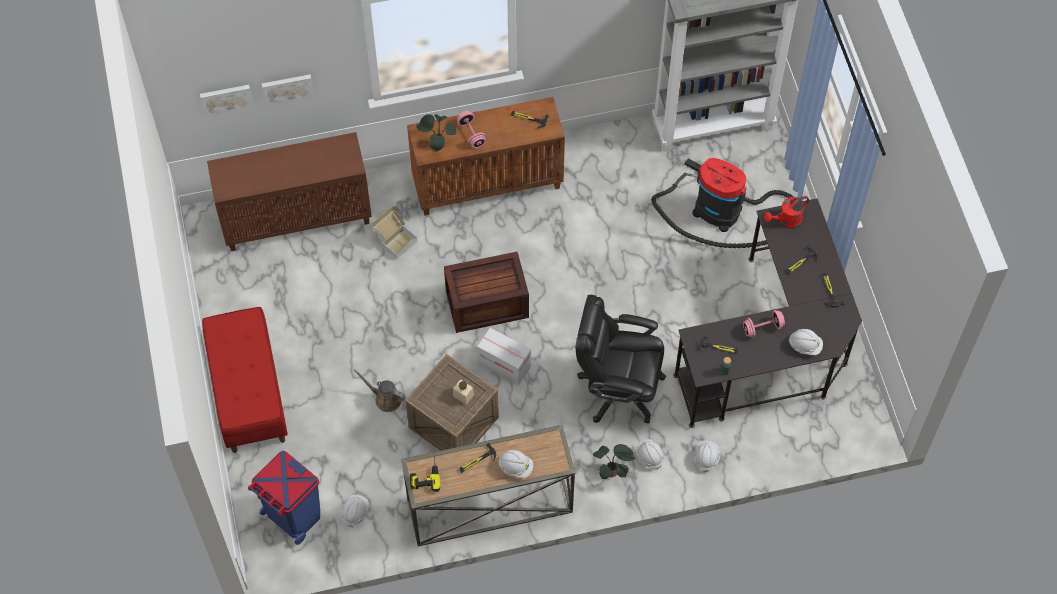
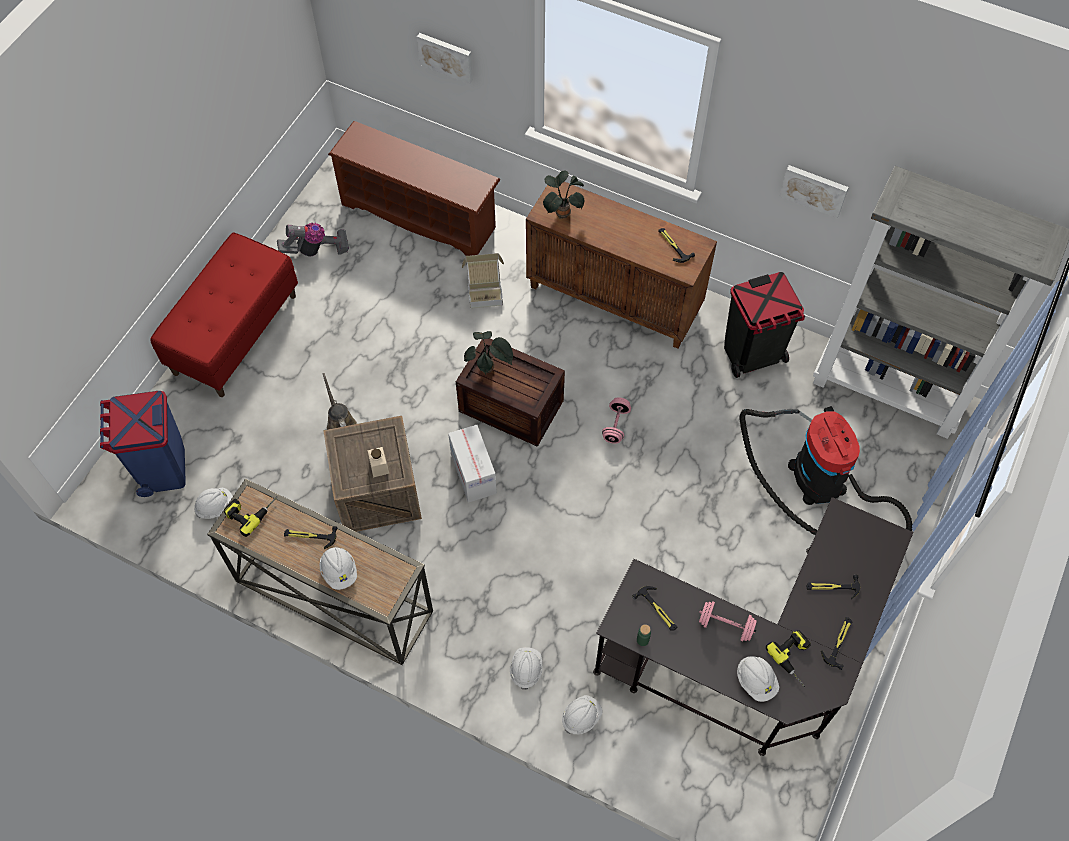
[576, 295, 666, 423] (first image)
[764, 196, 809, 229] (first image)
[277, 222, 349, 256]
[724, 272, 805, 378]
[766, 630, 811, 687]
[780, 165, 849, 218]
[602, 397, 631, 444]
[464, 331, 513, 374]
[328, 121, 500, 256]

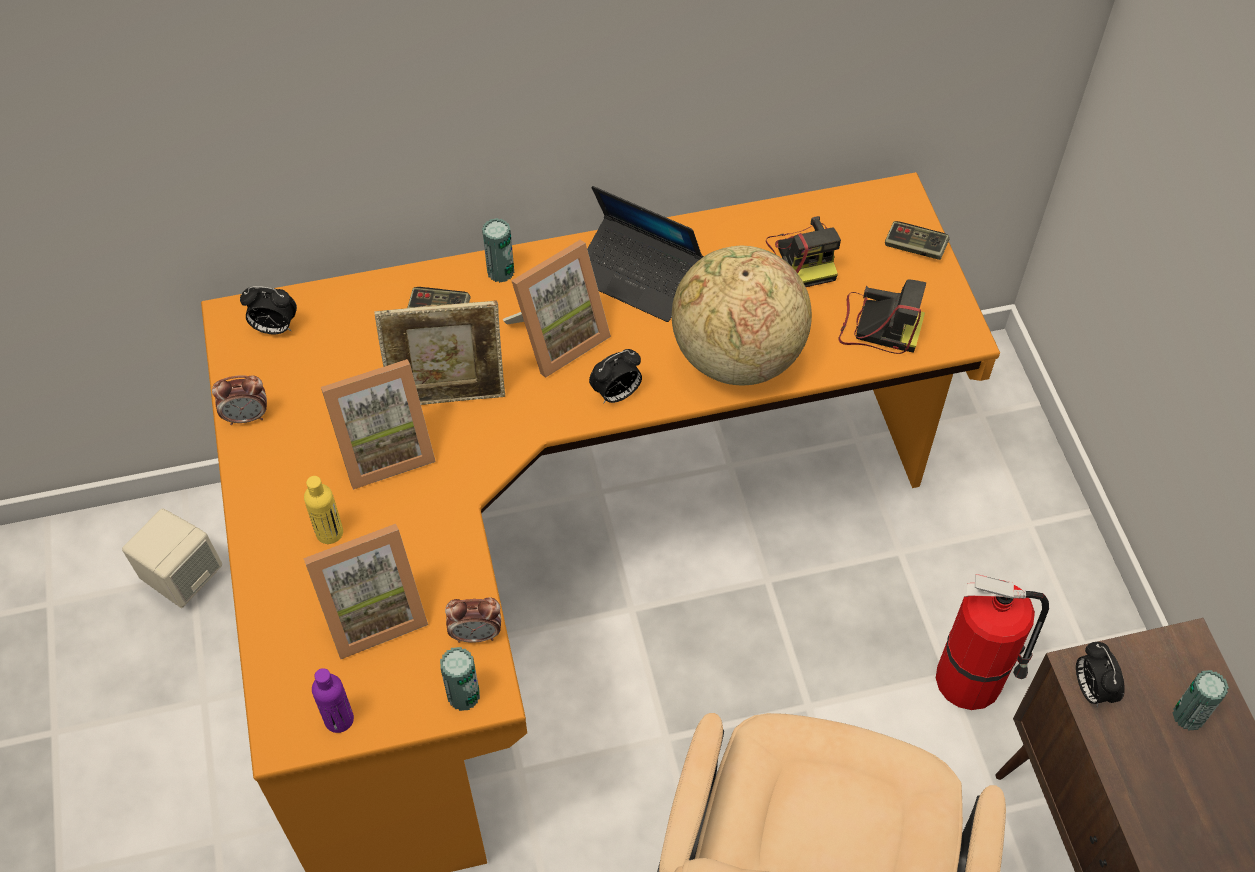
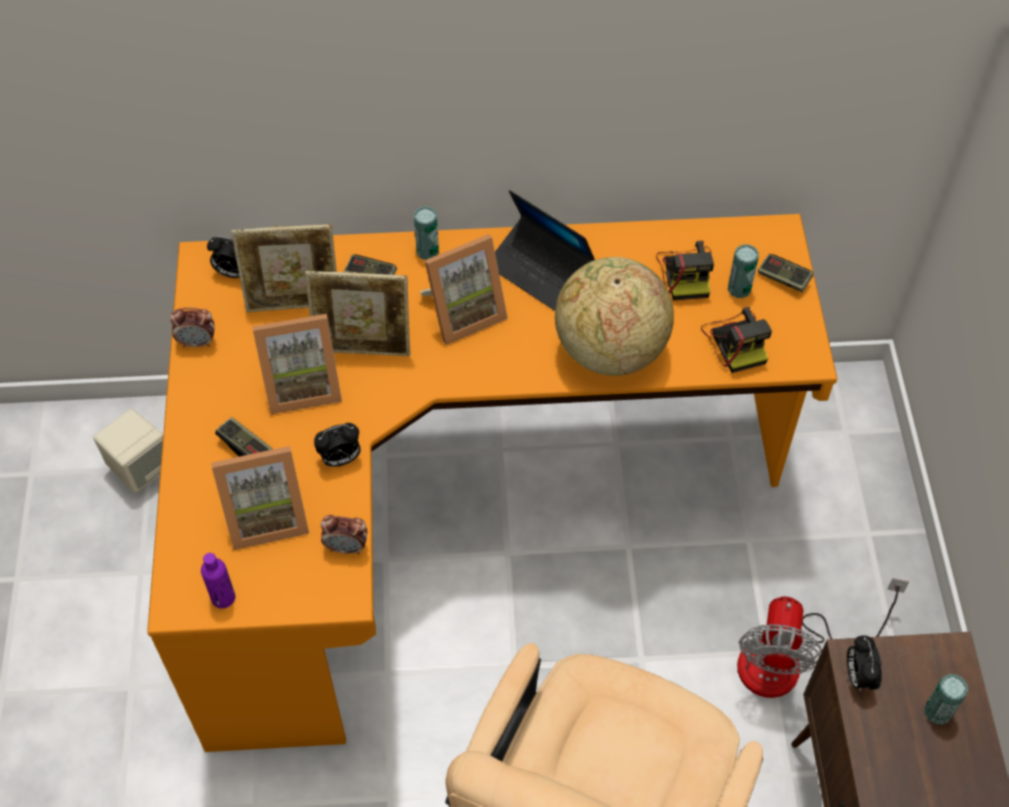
[232, 224, 337, 312]
[728, 244, 759, 298]
[314, 423, 361, 467]
[215, 417, 272, 457]
[737, 578, 909, 698]
[701, 307, 772, 373]

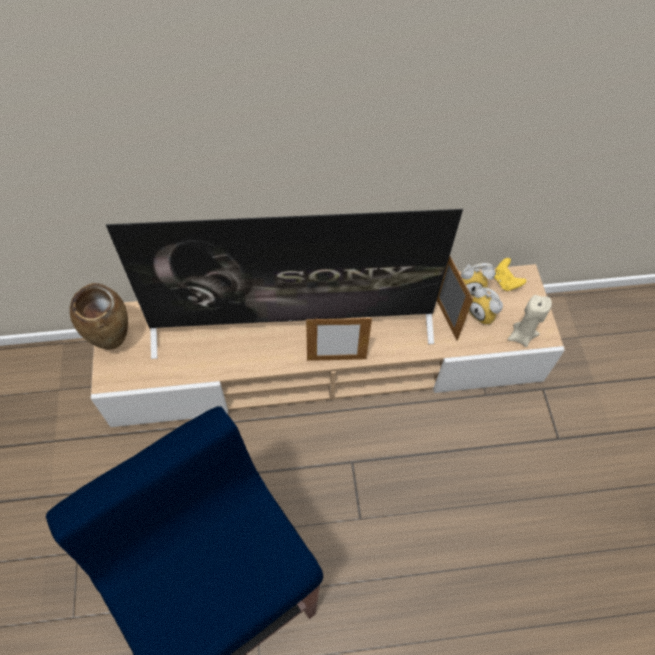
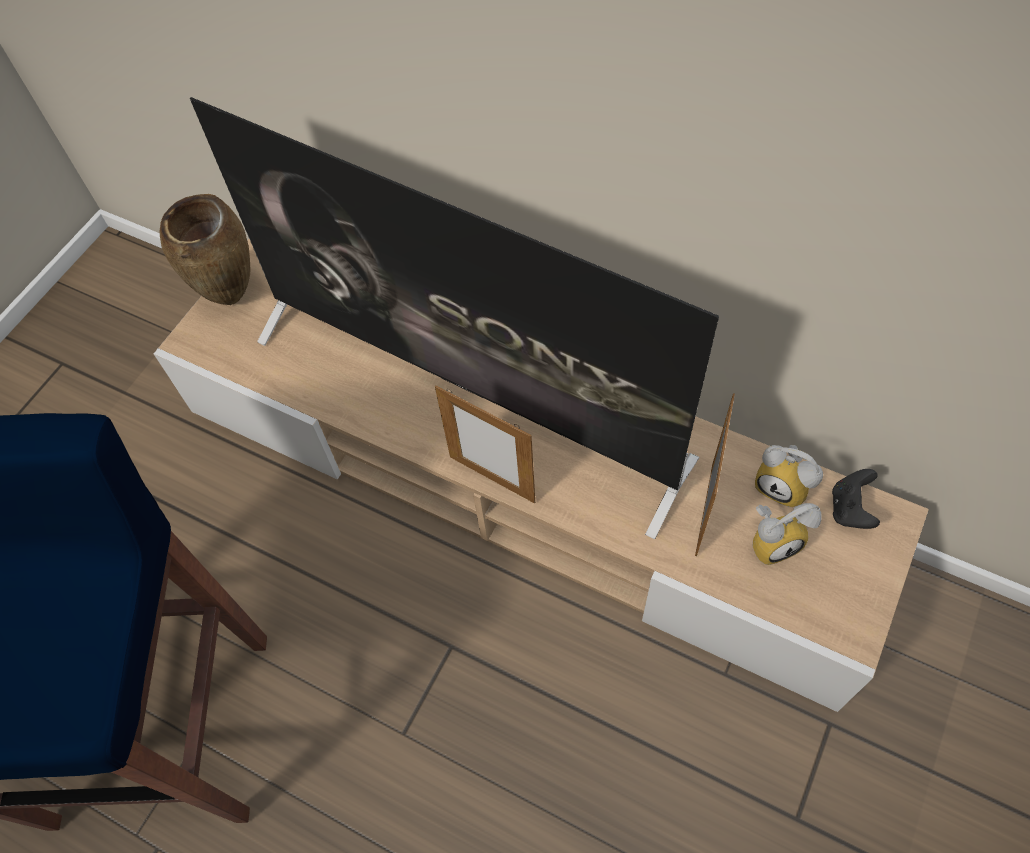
[508, 295, 552, 347] (first image)
[832, 469, 880, 529]
[753, 503, 822, 565]

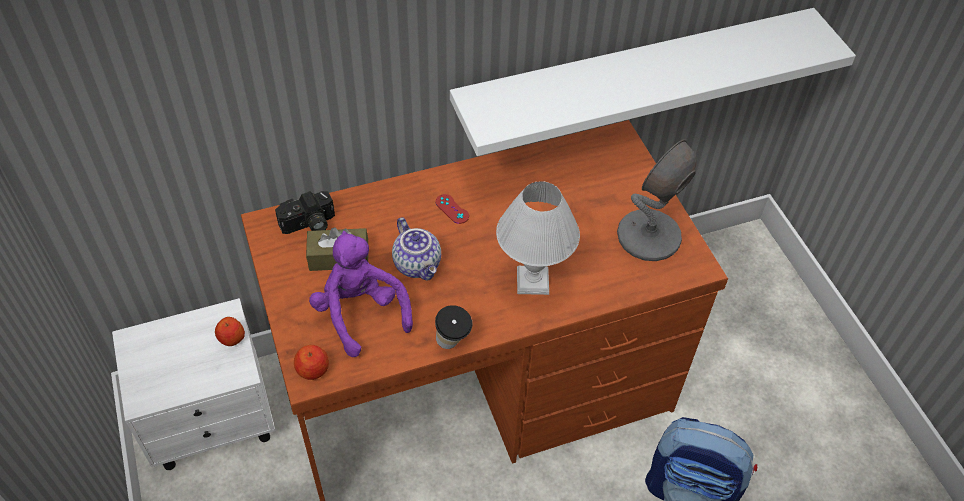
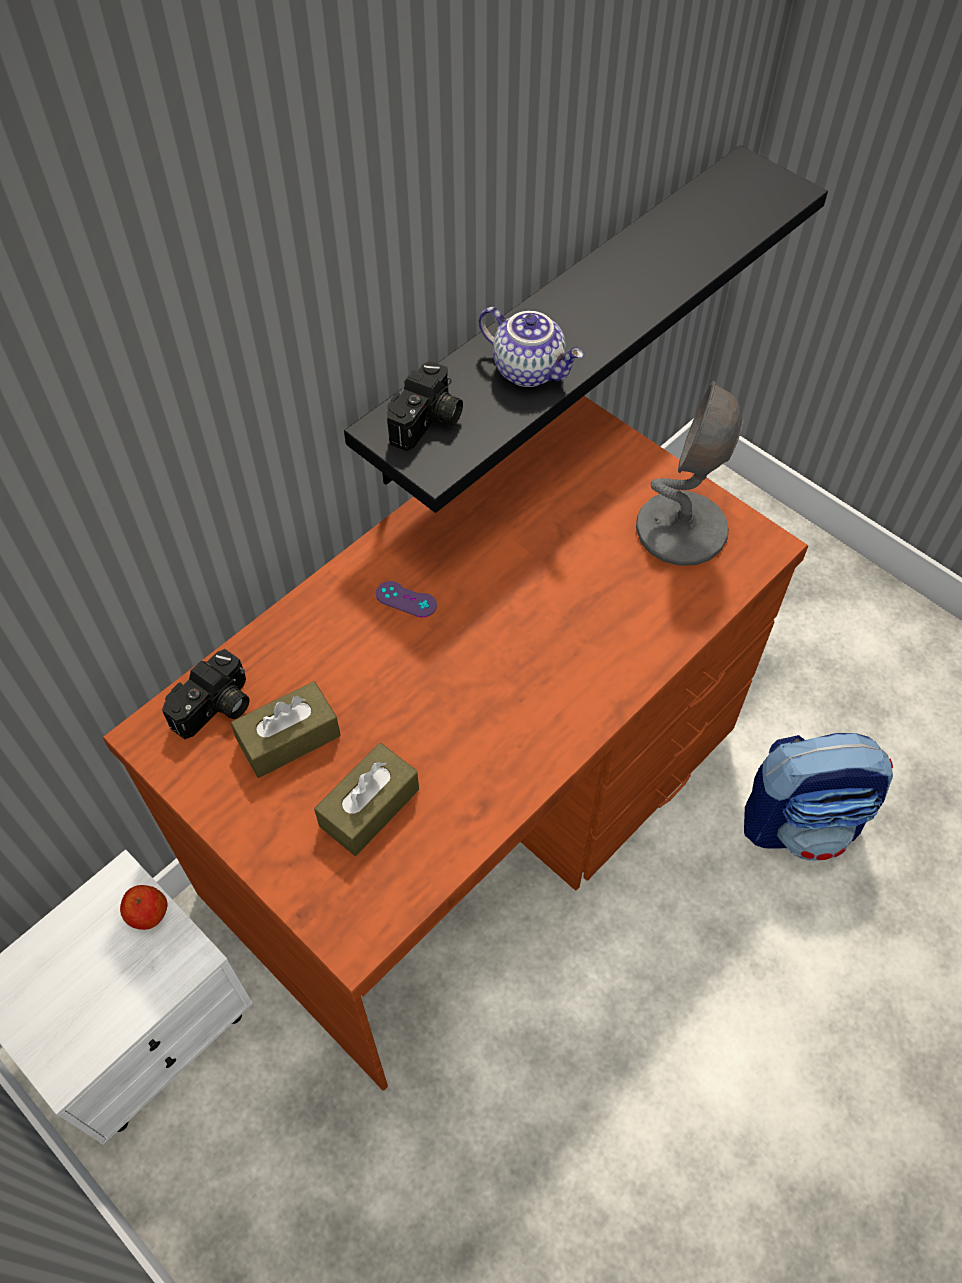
[294, 345, 329, 380] (first image)
[435, 305, 472, 349] (first image)
[496, 181, 580, 295] (first image)
[387, 361, 463, 451]
[479, 307, 583, 387]
[314, 743, 419, 856]
[376, 581, 437, 617]
[344, 145, 828, 513]

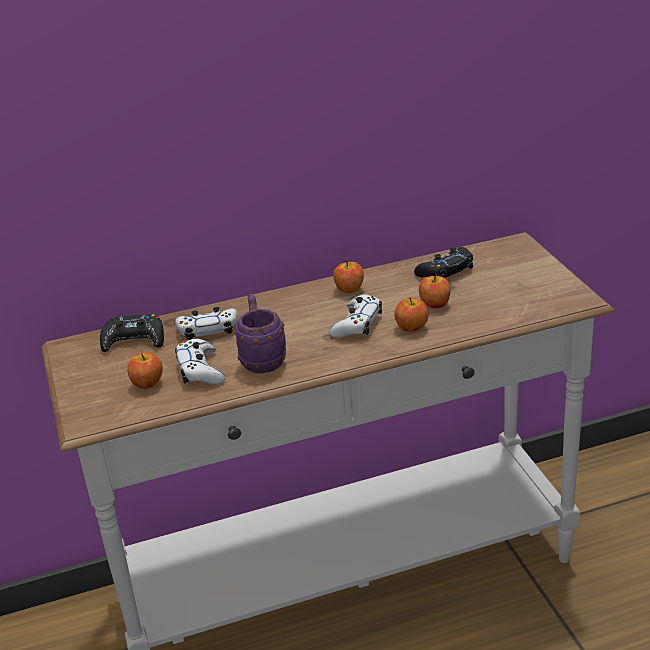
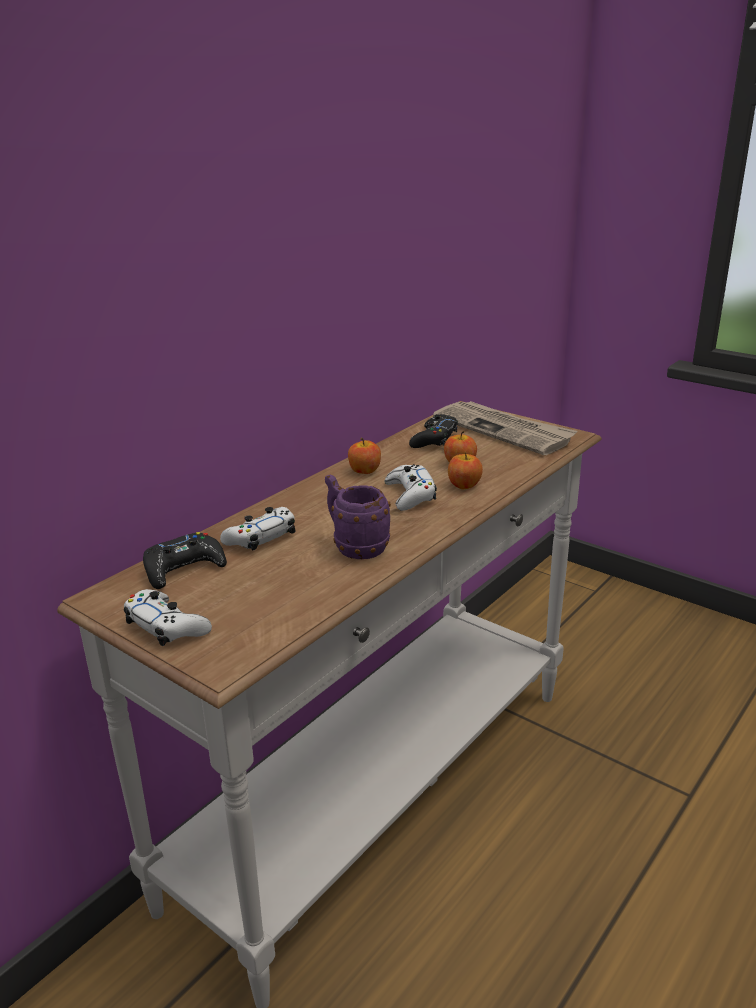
[127, 352, 163, 389] (first image)
[433, 401, 578, 455]
[124, 589, 212, 646]

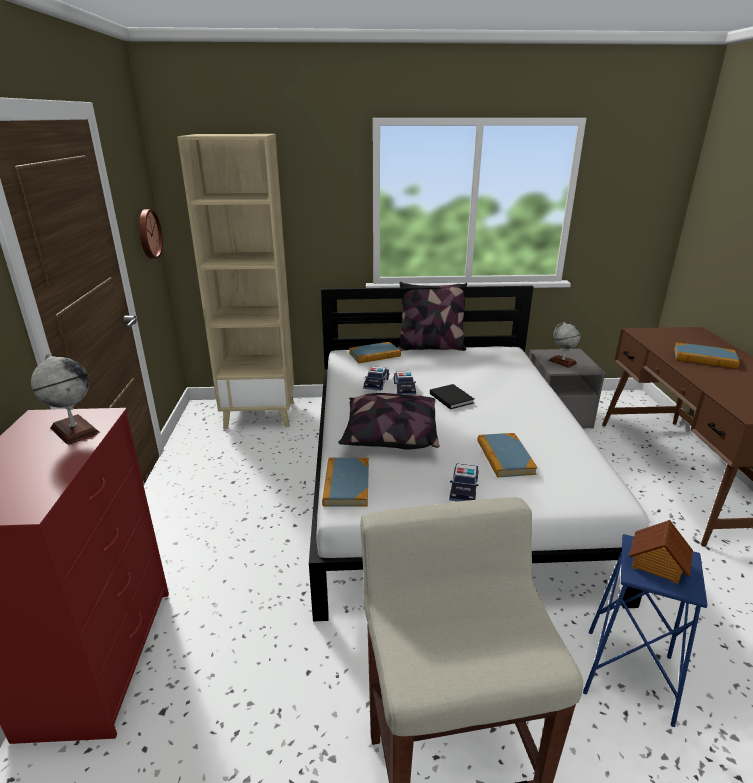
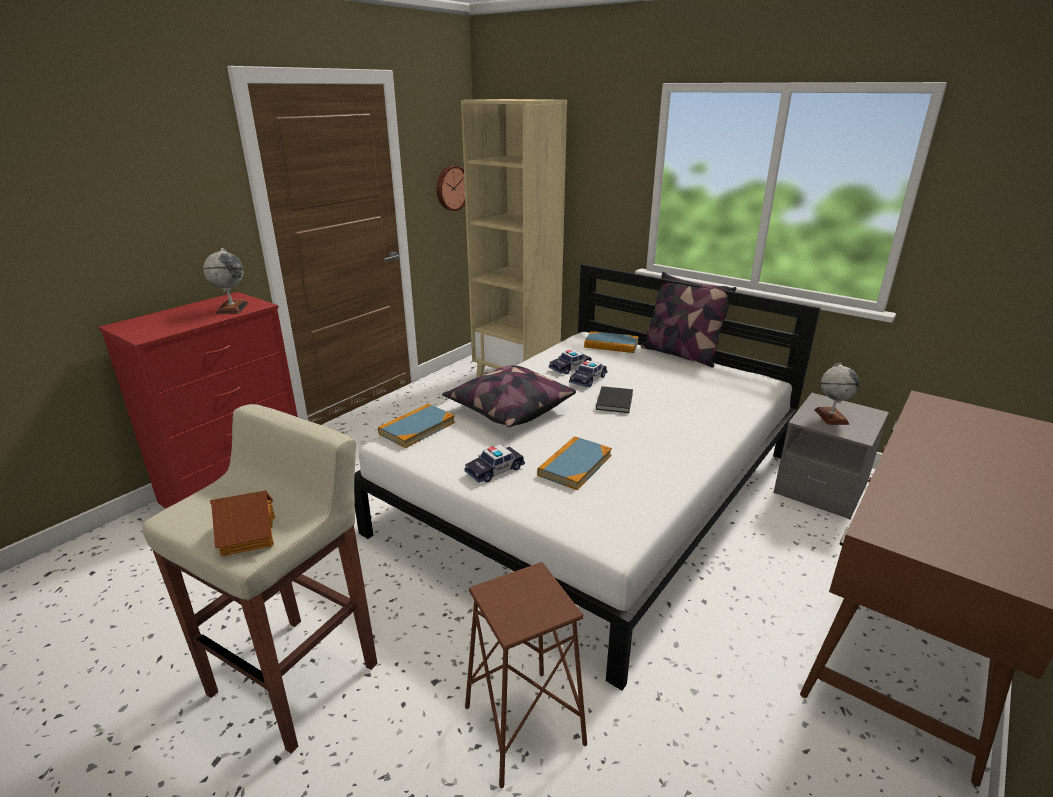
[674, 342, 740, 369] (first image)
[210, 490, 275, 556]
[465, 562, 587, 788]

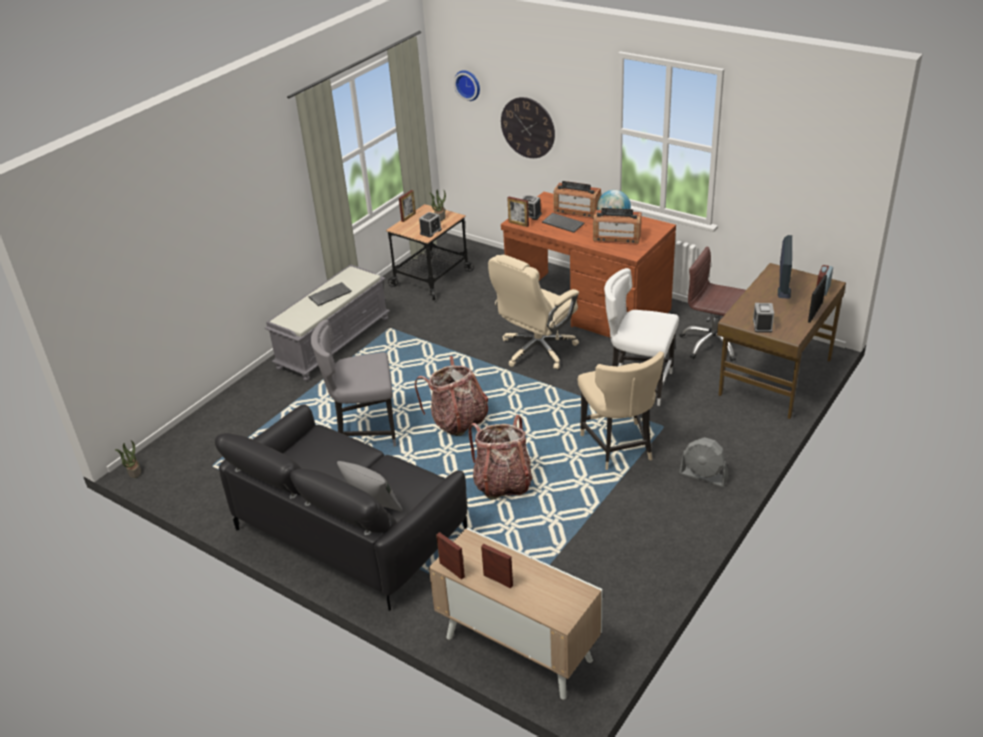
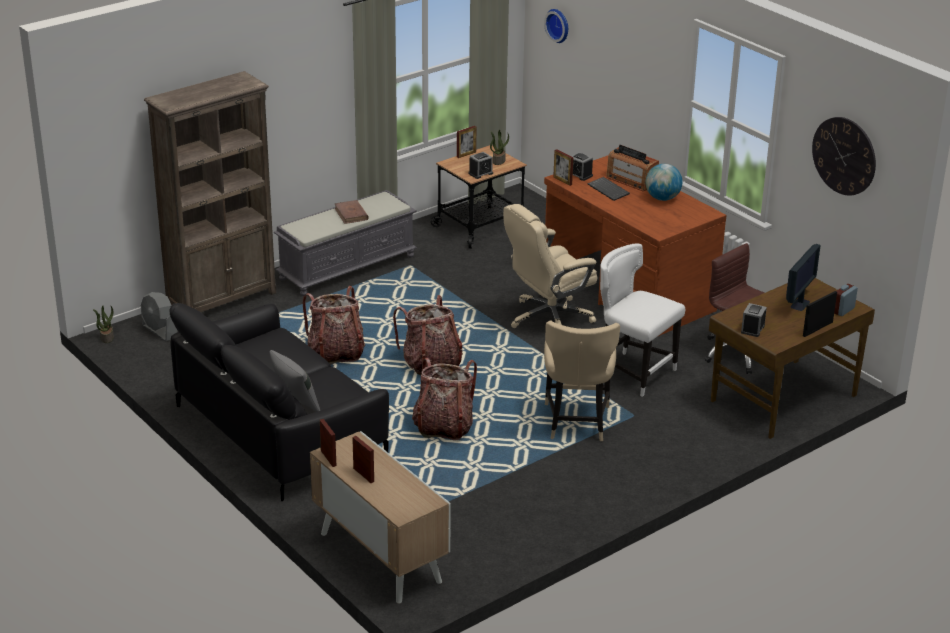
[593, 208, 642, 245] (first image)
[144, 71, 276, 312]
[812, 117, 876, 195]
[141, 292, 177, 342]
[334, 200, 369, 224]
[303, 286, 365, 365]

